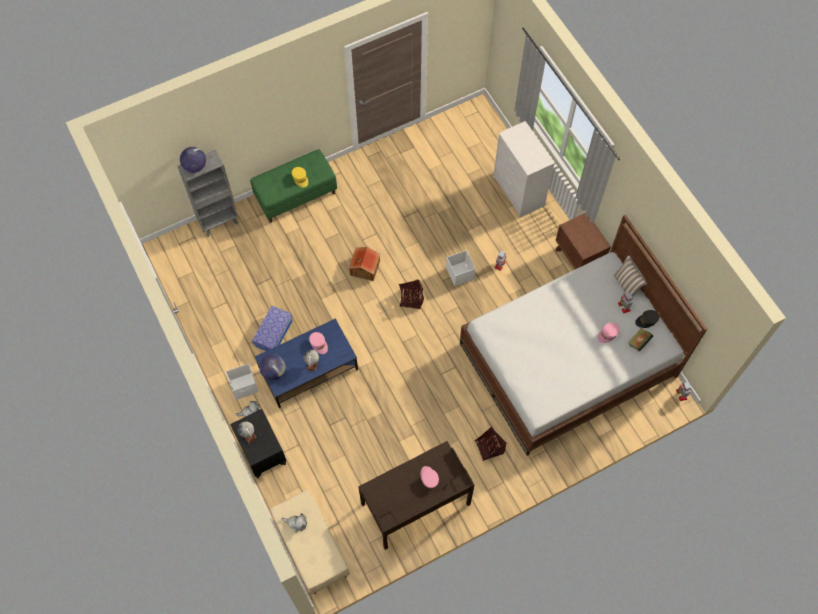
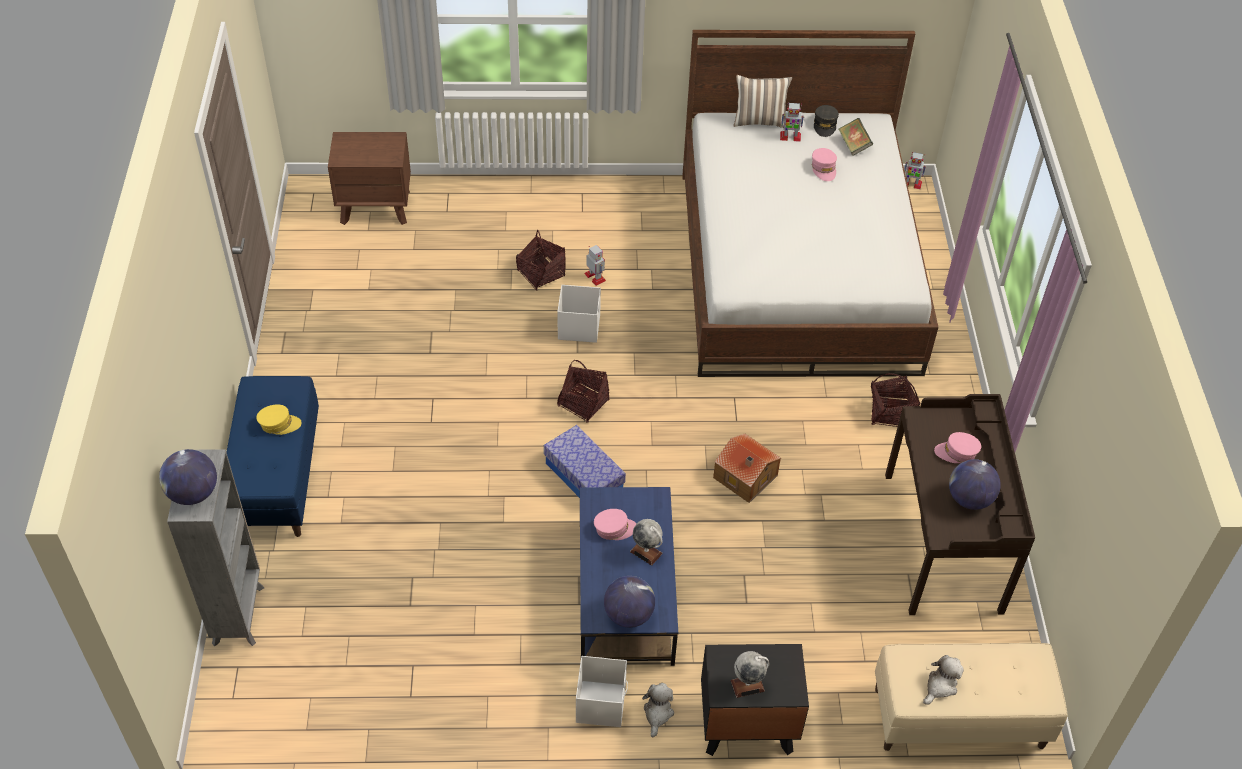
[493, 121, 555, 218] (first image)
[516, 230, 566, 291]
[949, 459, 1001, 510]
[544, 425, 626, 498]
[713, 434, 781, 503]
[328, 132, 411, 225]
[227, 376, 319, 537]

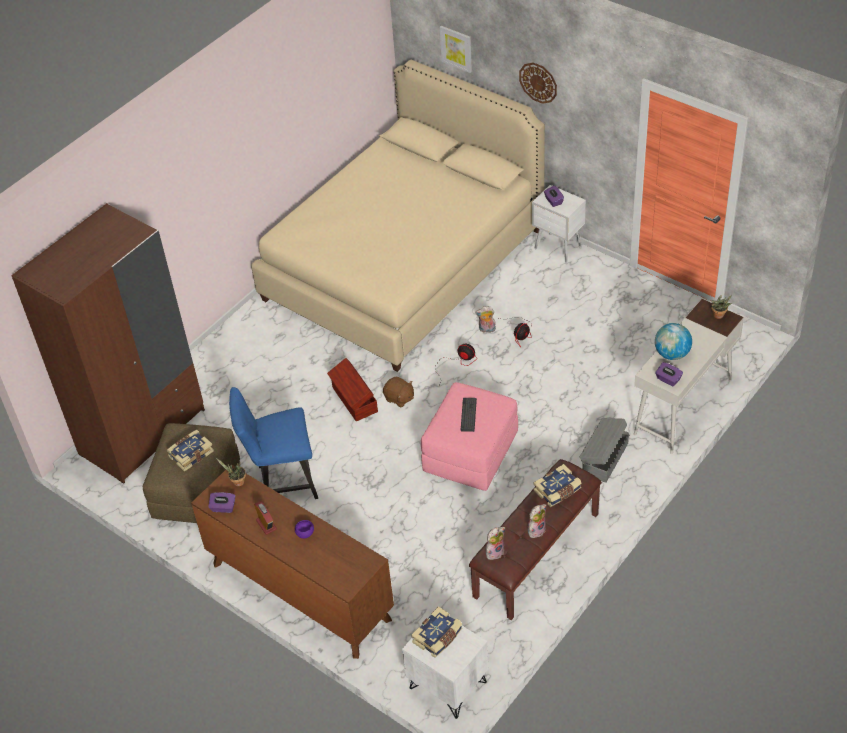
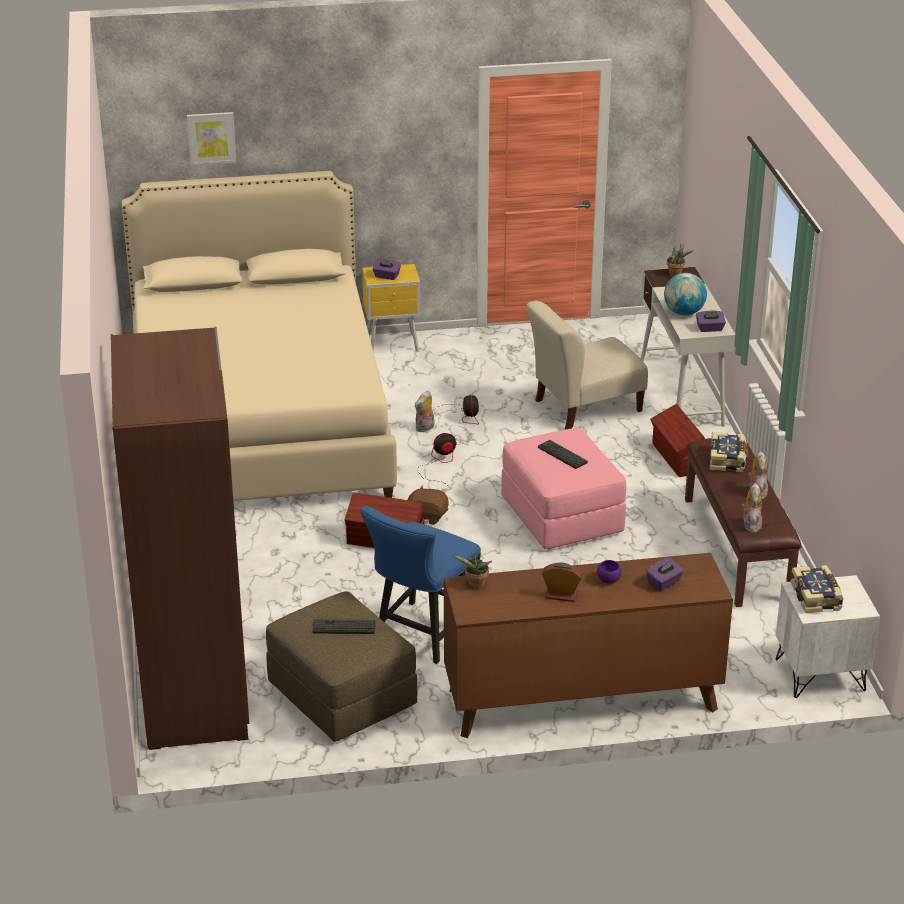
[519, 63, 557, 104] (first image)
[527, 301, 648, 430]
[646, 558, 684, 591]
[312, 619, 376, 634]
[362, 264, 420, 352]
[650, 404, 705, 477]
[408, 486, 449, 525]

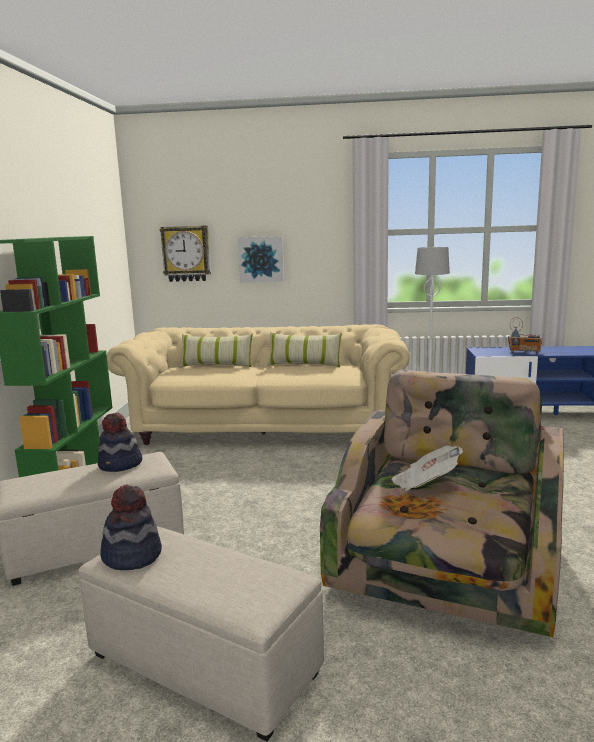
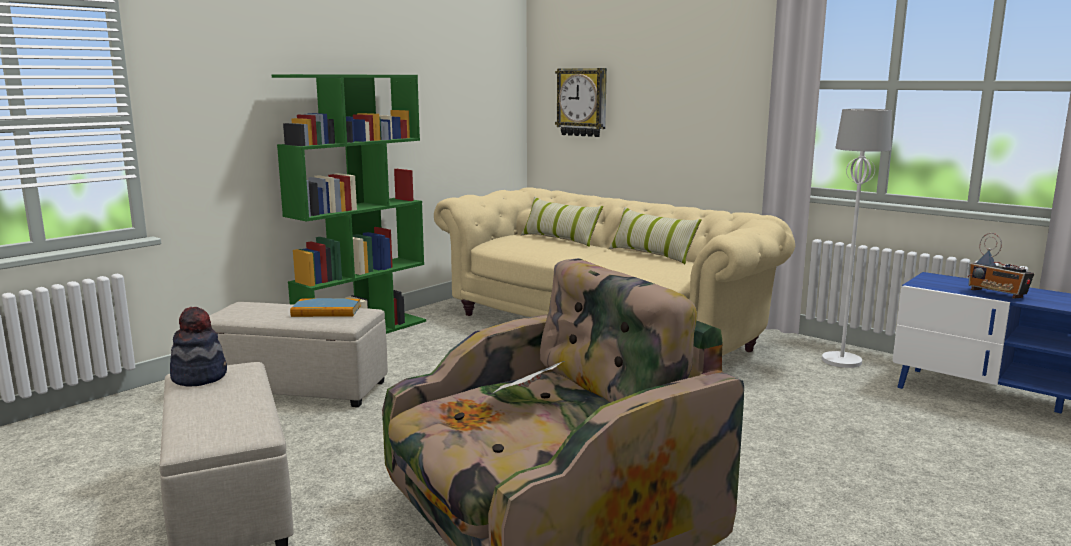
[238, 236, 284, 282] (first image)
[290, 298, 361, 317]

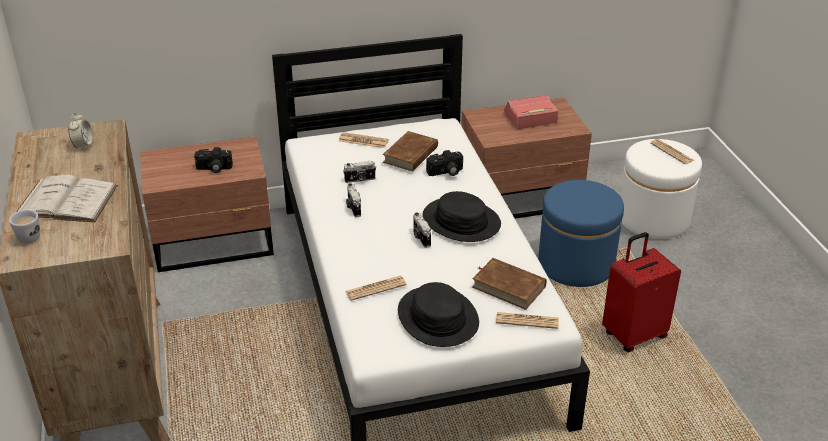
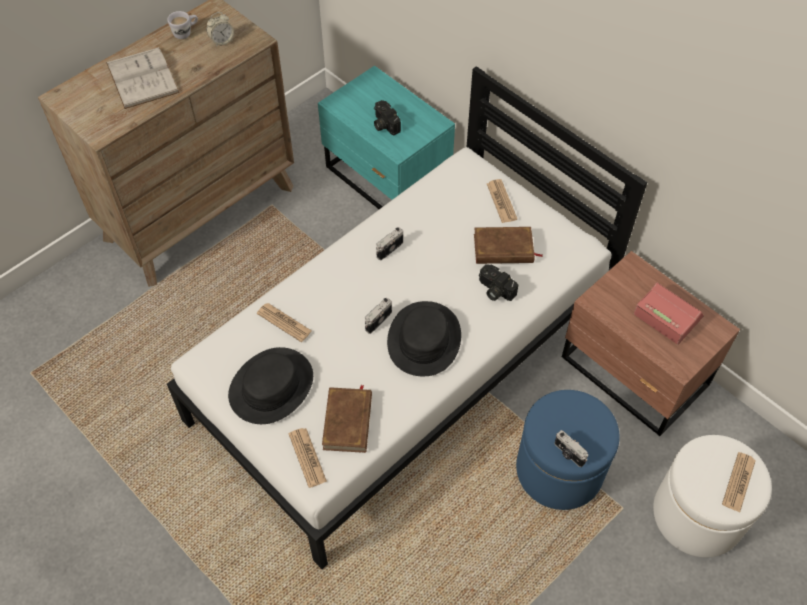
[602, 232, 681, 352] (first image)
[167, 11, 198, 39]
[554, 430, 588, 467]
[318, 66, 455, 209]

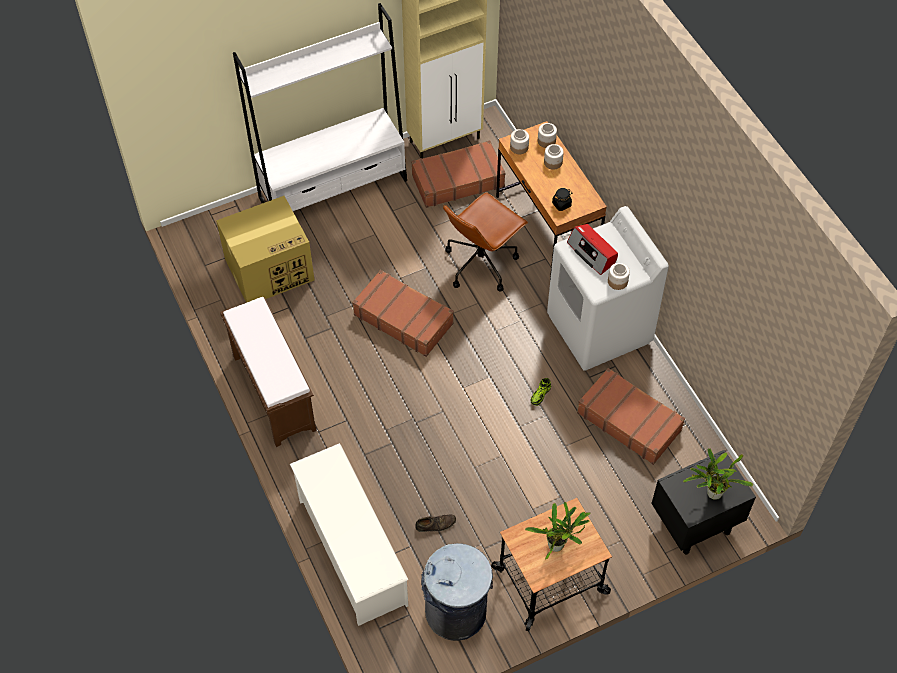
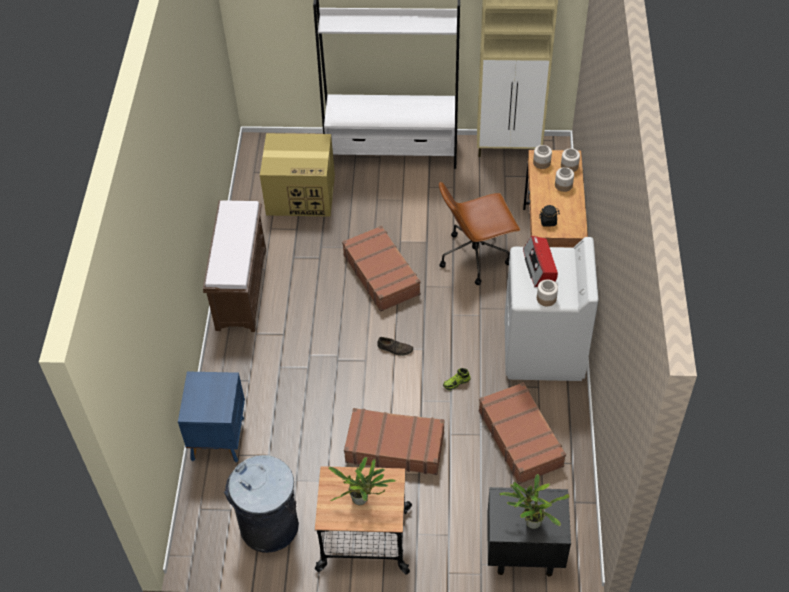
[344, 408, 445, 475]
[377, 337, 413, 356]
[178, 371, 245, 462]

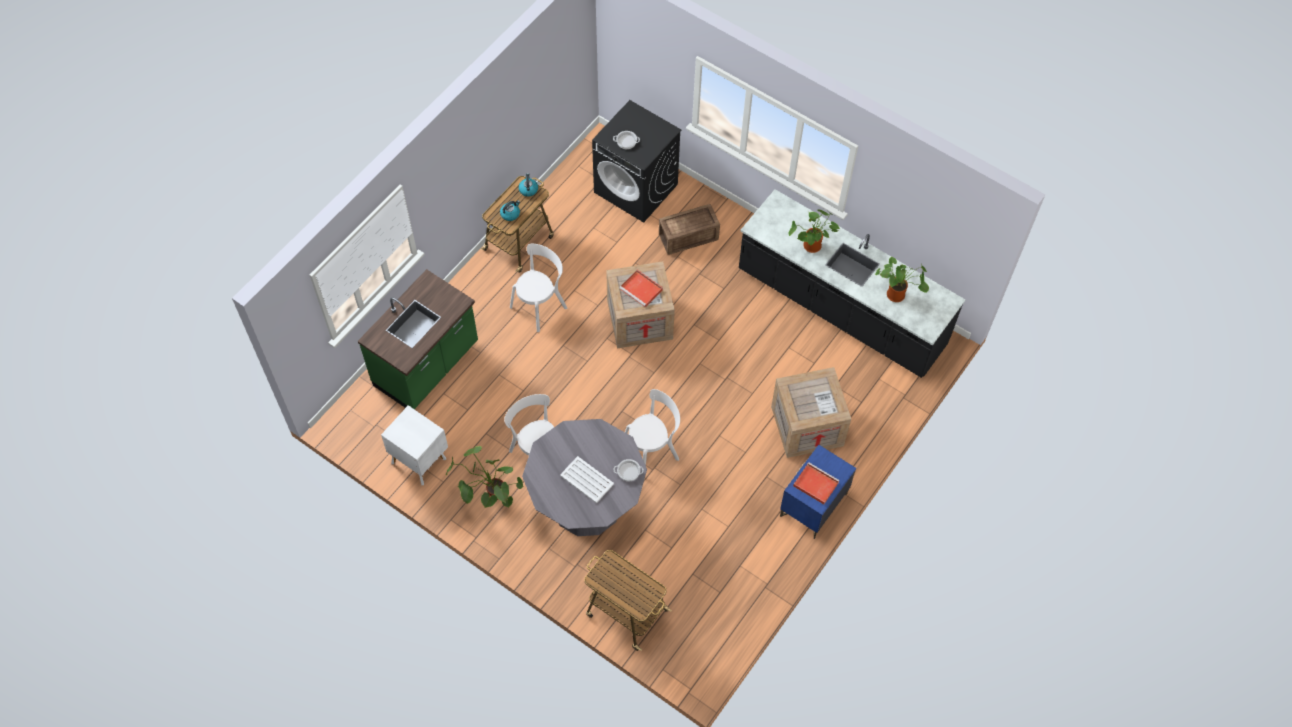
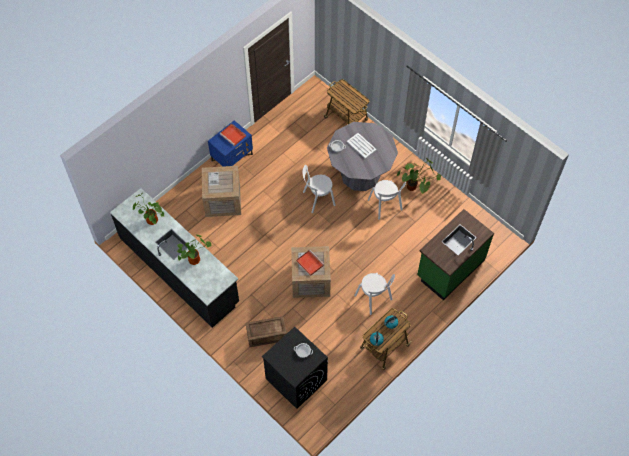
[381, 405, 448, 485] (first image)
[354, 273, 395, 315]

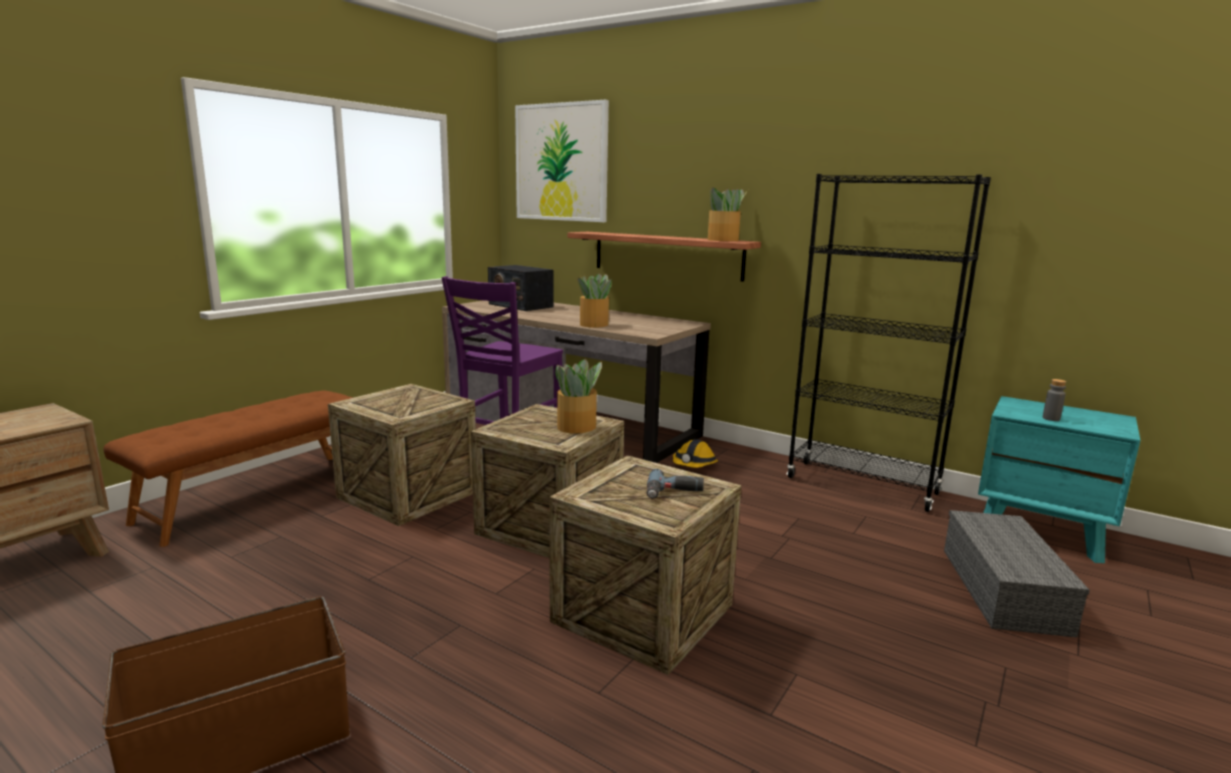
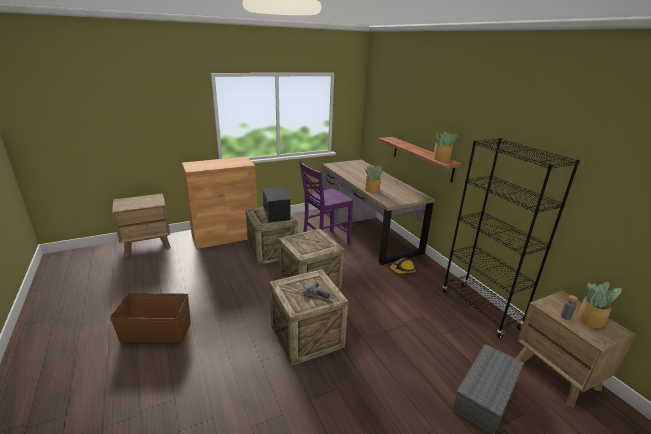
[515, 100, 609, 222] (first image)
[263, 187, 290, 222]
[577, 282, 622, 328]
[182, 157, 257, 249]
[515, 291, 636, 408]

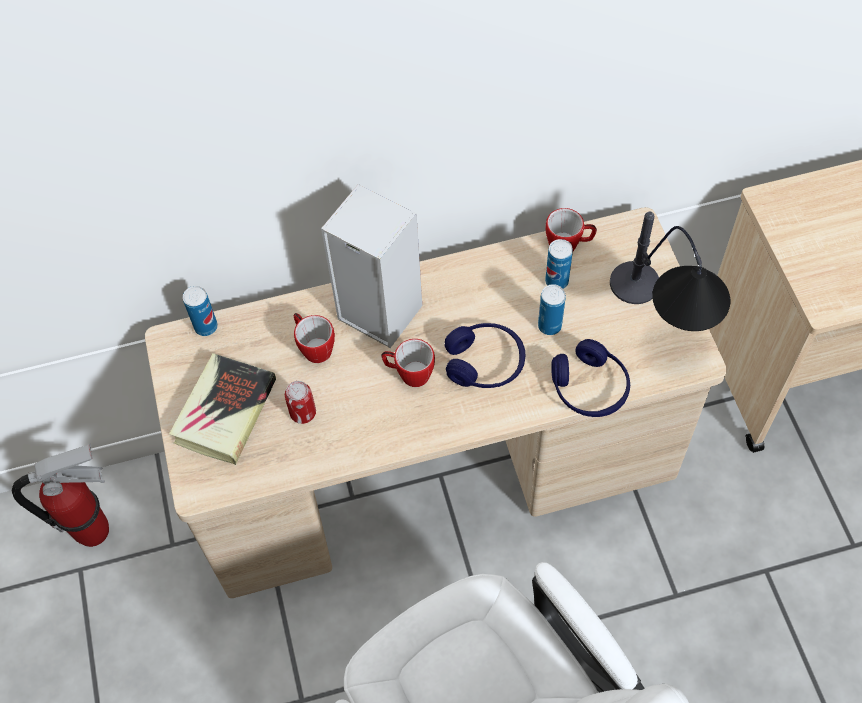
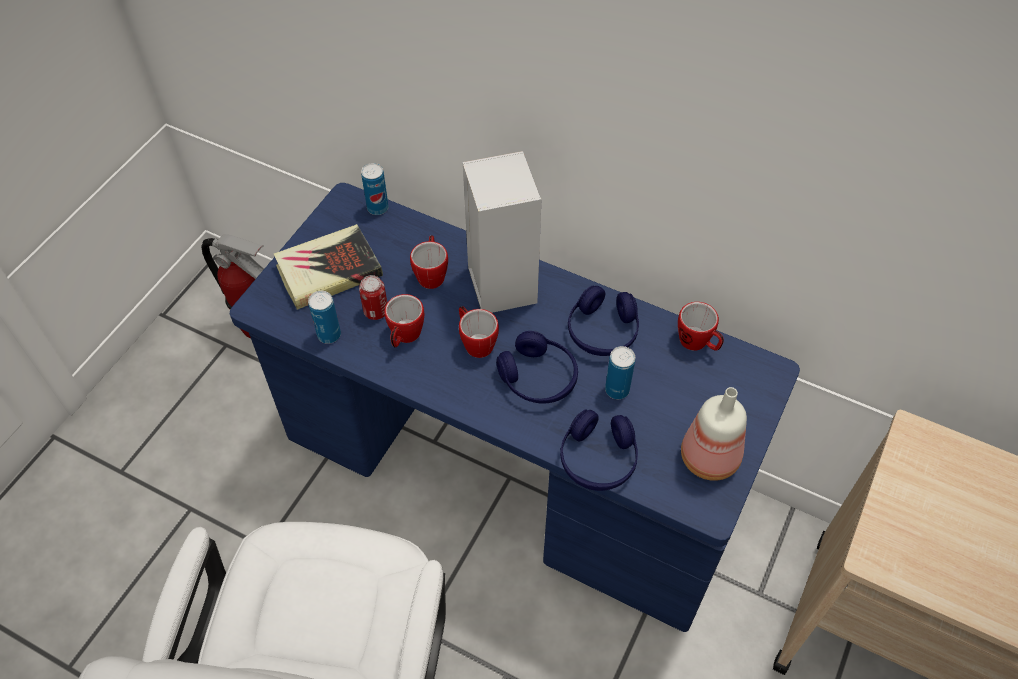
[384, 294, 424, 348]
[568, 286, 639, 356]
[308, 291, 341, 344]
[681, 387, 747, 481]
[230, 183, 800, 632]

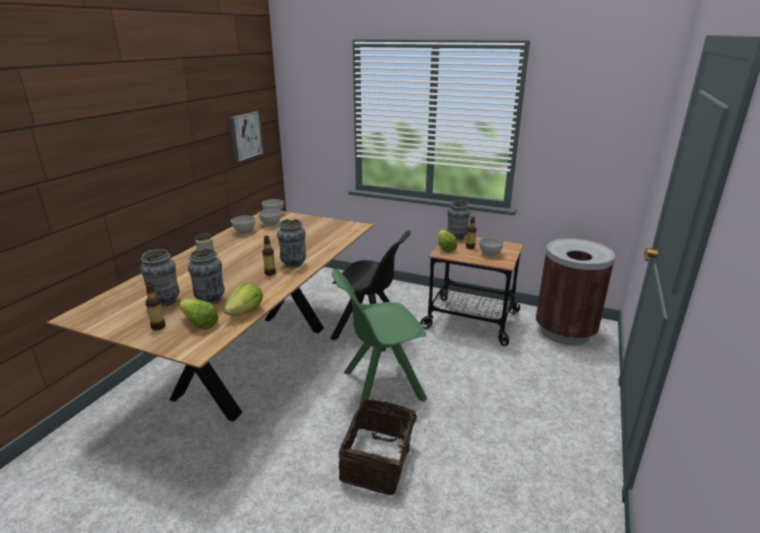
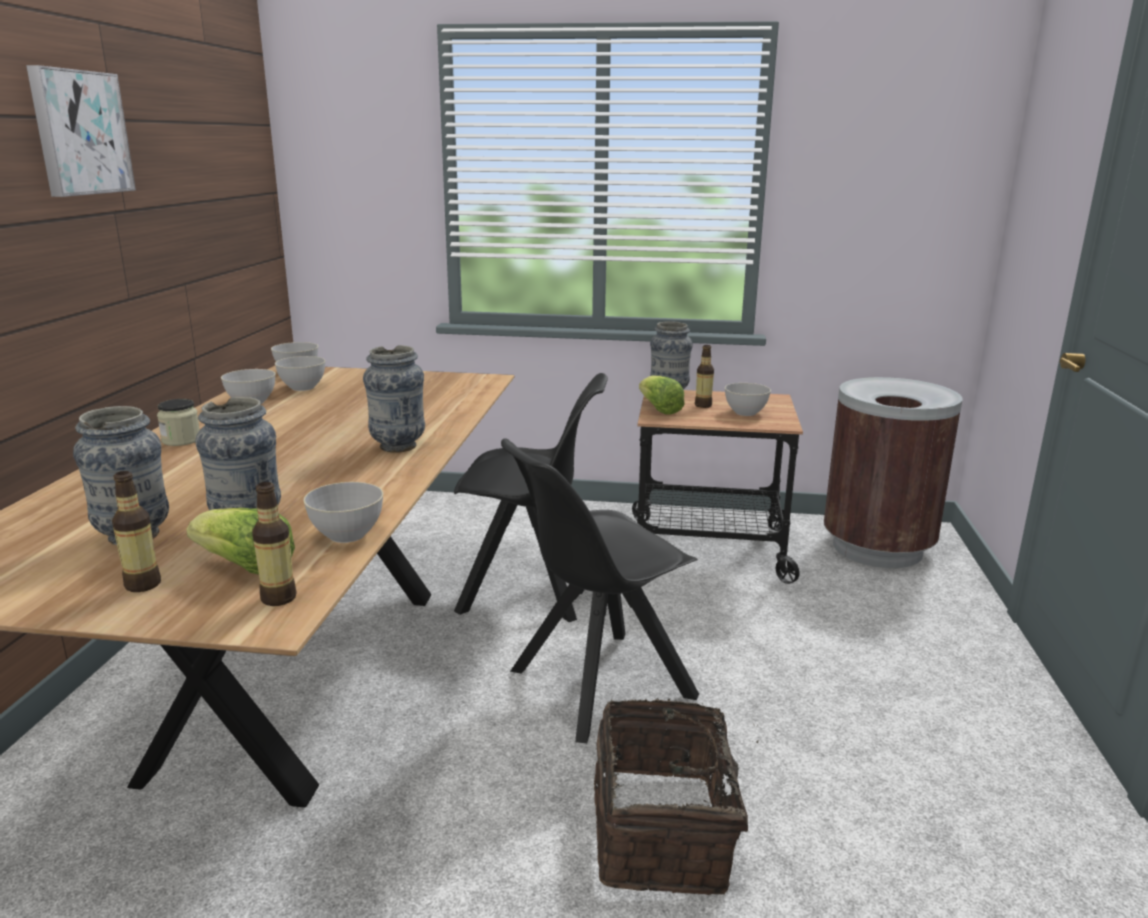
[26, 65, 136, 197]
[252, 482, 297, 606]
[303, 482, 383, 543]
[501, 438, 699, 743]

